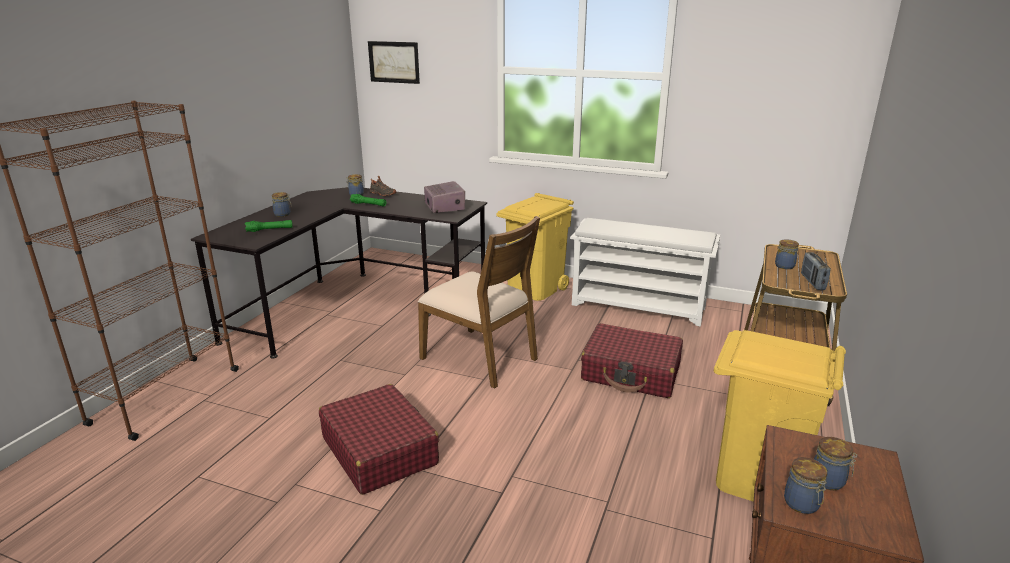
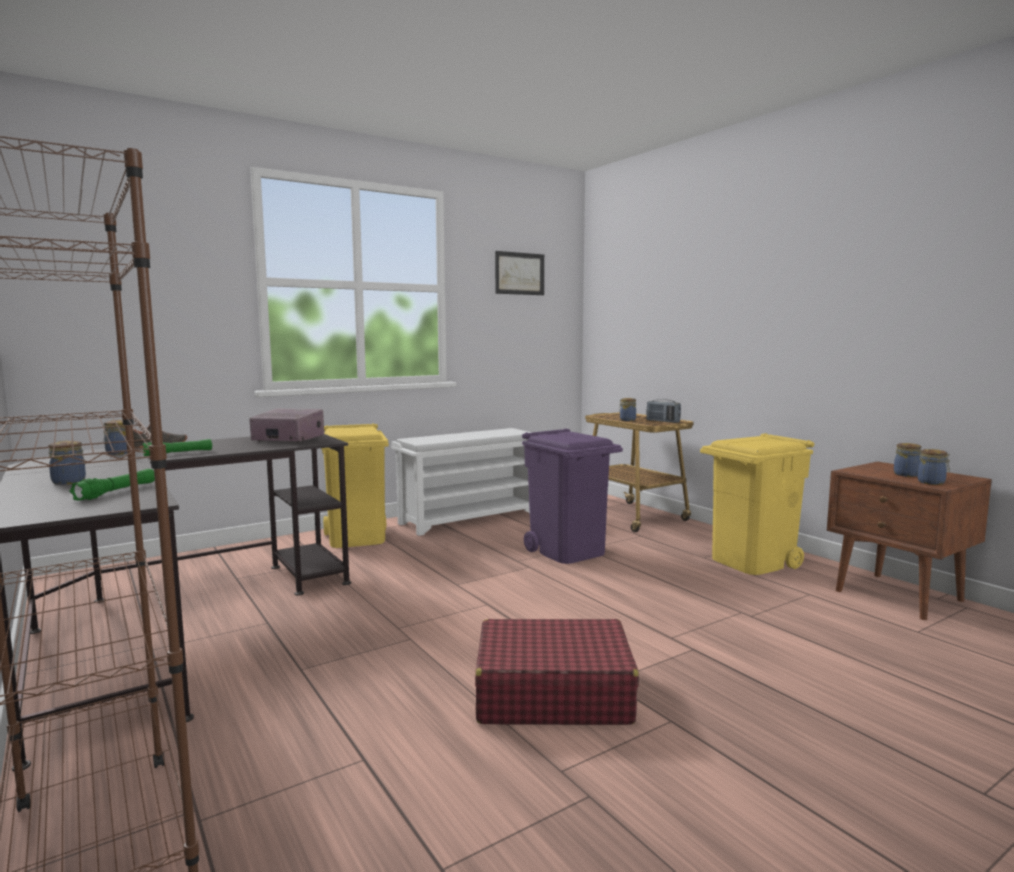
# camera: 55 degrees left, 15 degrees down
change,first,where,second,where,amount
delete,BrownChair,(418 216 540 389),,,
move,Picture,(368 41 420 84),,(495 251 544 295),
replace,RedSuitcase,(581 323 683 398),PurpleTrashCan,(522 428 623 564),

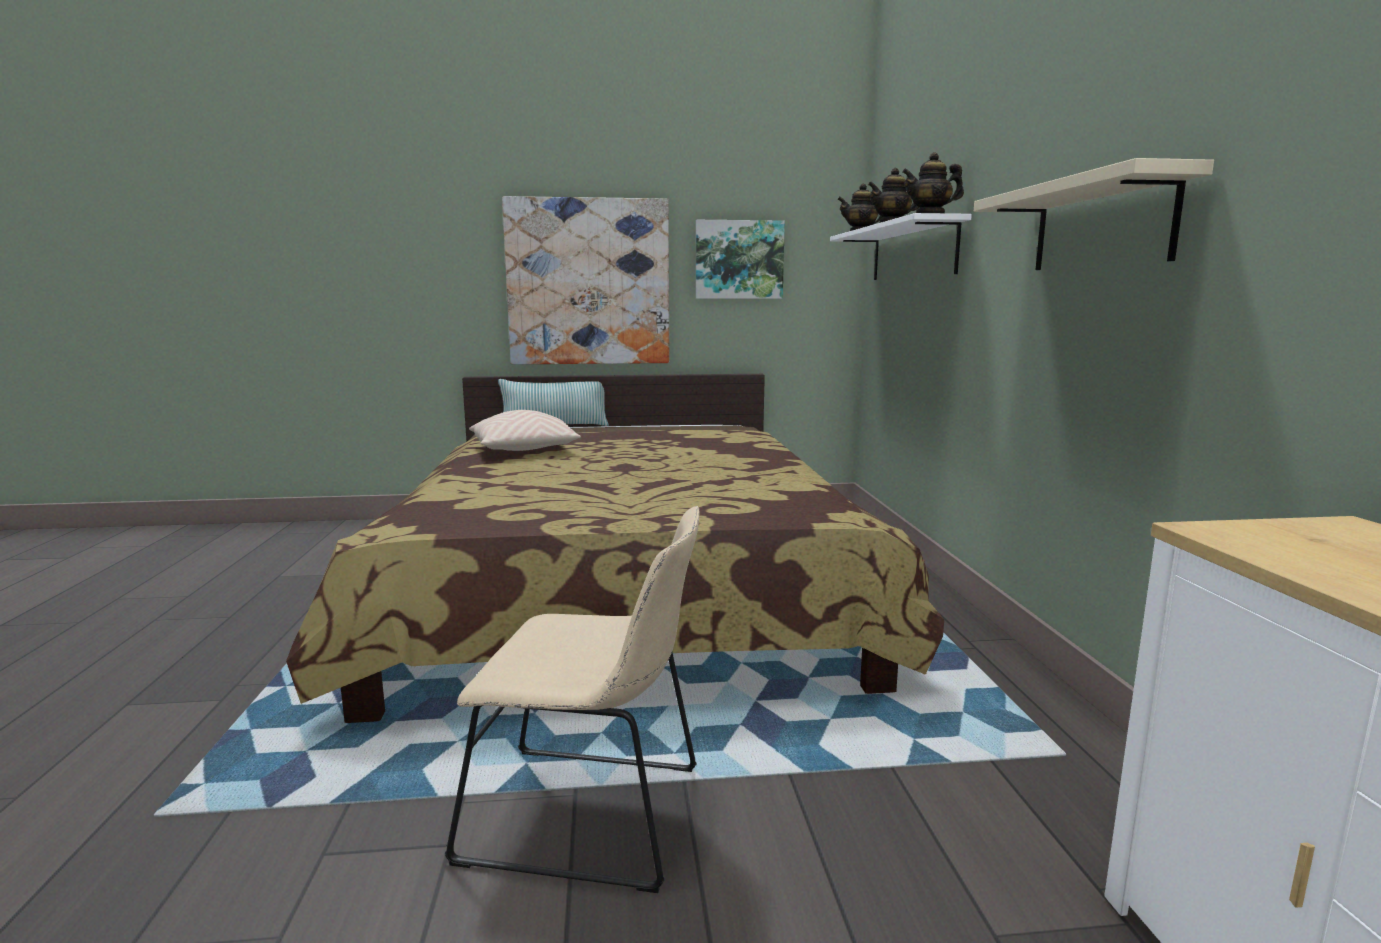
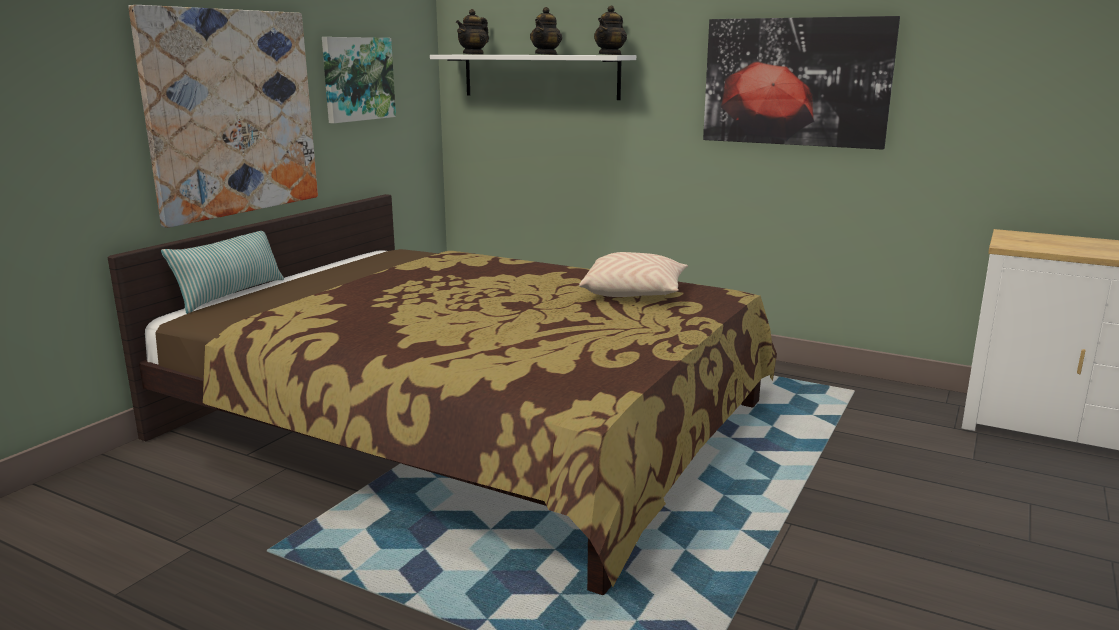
# camera: 55 degrees left, 5 degrees up
change,first,where,second,where,amount
delete,BeigeChair,(445 506 699 893),,,
move,BeigePillow,(469 410 581 451),,(579 252 688 297),
replace,BeigeShelf,(974 158 1214 270),Picture,(703 16 900 150),

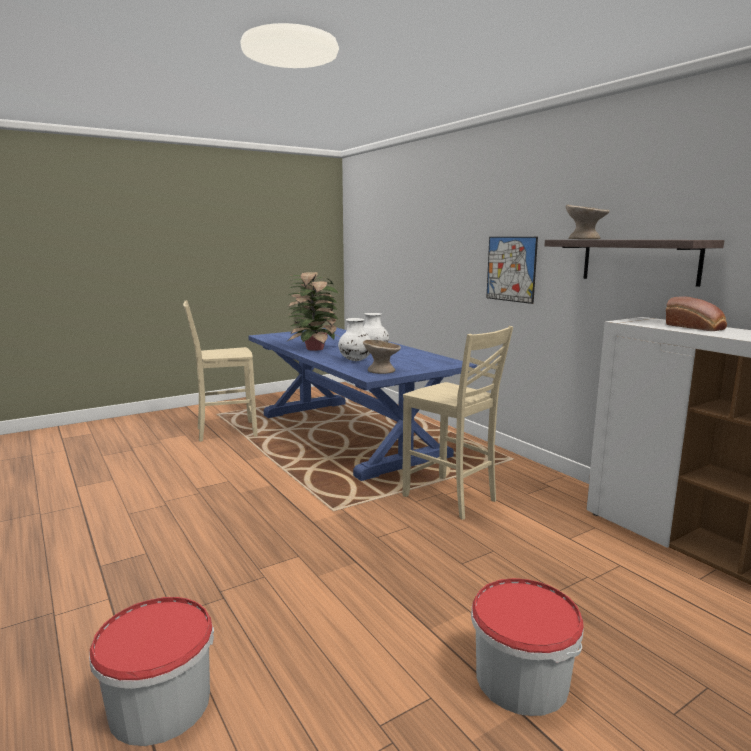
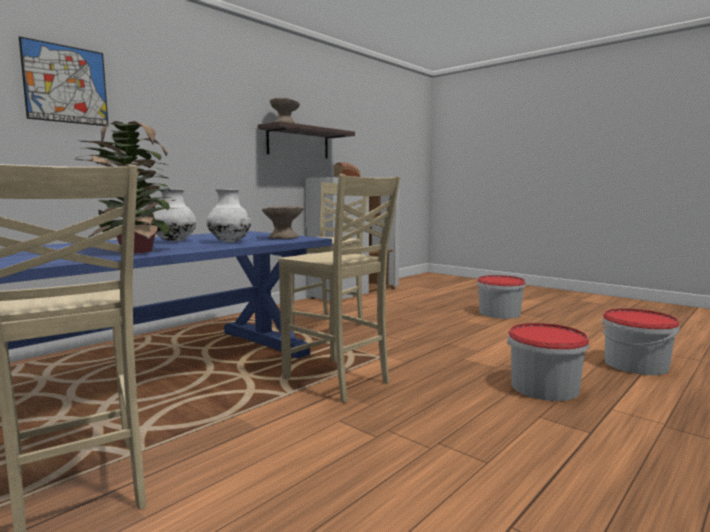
# camera: 105 degrees left, 5 degrees down
change,first,where,second,where,amount
insert,,,BeigeChair,(278 174 400 403),
insert,,,Bucket,(507 323 589 401),
move,Picture,(486 237 538 304),,(19 36 109 126),

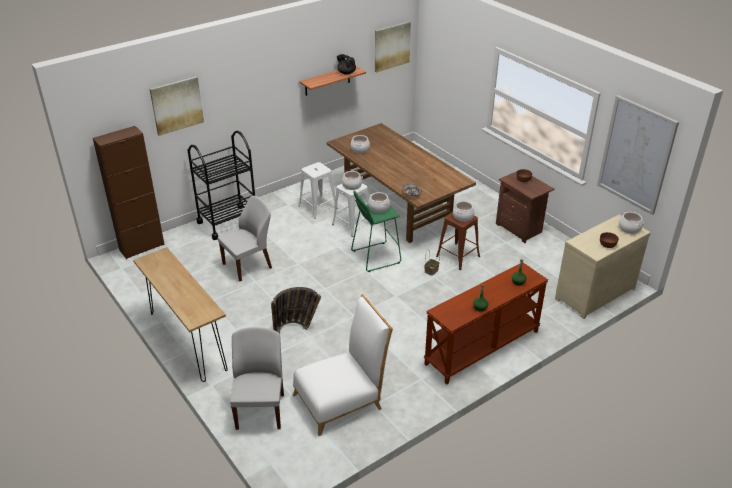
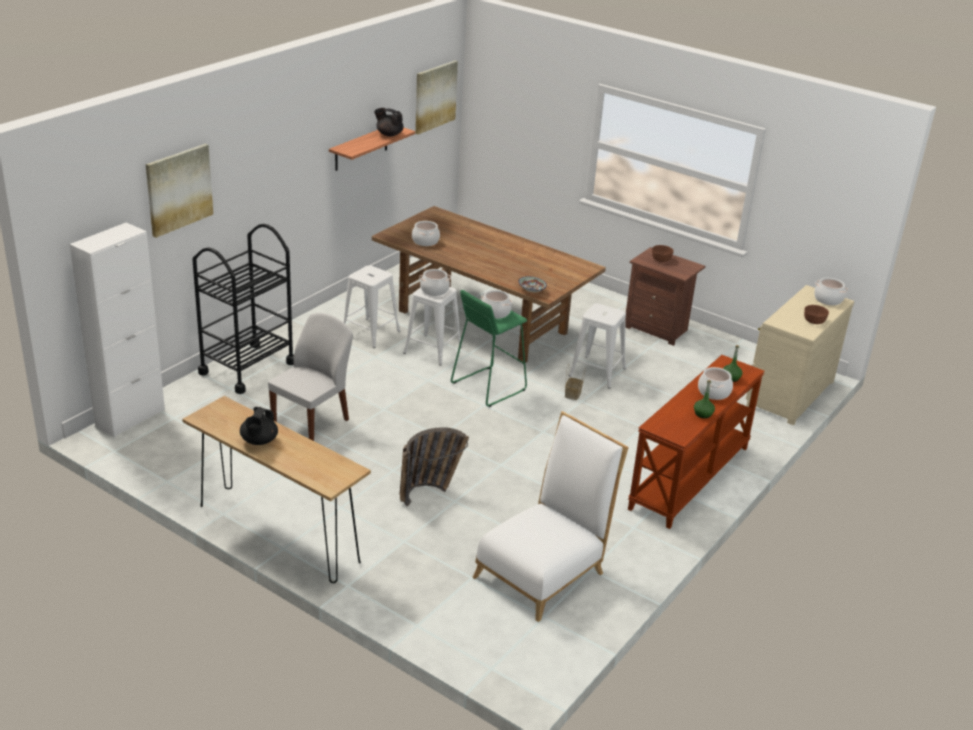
# camera: 20 degrees left, 5 degrees down
change,first,where,second,where,amount
delete,WhiteChair,(230 327 284 430),,,
delete,Picture,(597 95 679 215),,,
insert,,,BlackTeapot,(240 407 278 445),
move,CookingPot,(453 201 475 222),,(698 367 733 400),
recolor,BrownCabinet,(93 126 165 259),WhiteCabinet,(70 223 165 437),
recolor,BrownStool,(436 212 480 270),WhiteStool,(569 303 626 389),

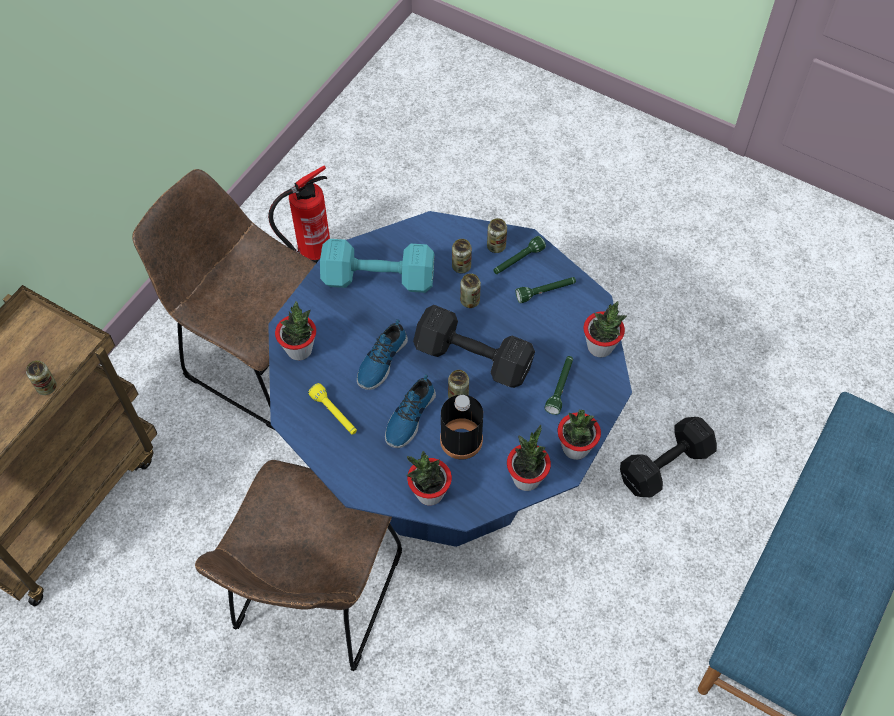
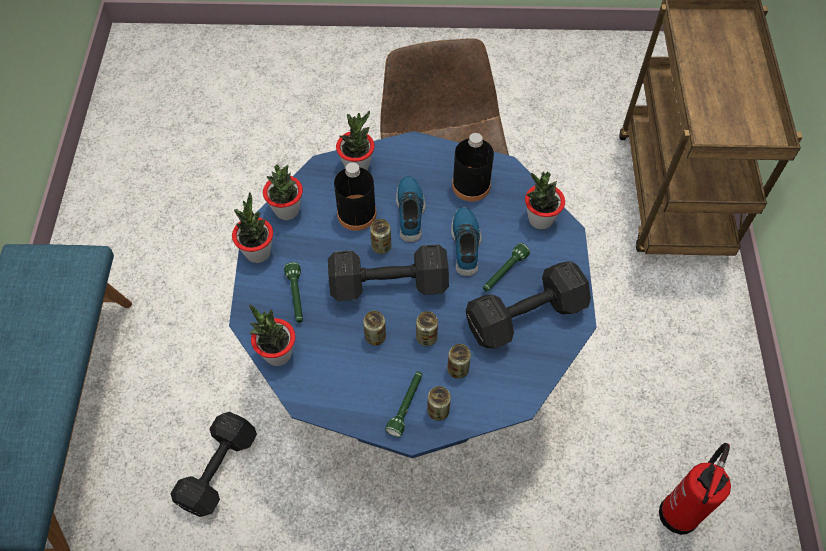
# camera: 150 degrees right, 0 degrees up
change,first,where,second,where,amount
delete,BrownChair,(132 169 316 431),,,
move,Can,(26 360 57 395),,(363 311 386 346),
move,GreenFlashlight,(515 277 576 303),,(483 243 530 292),
replace,YellowFlashlight,(308 383 357 435),BlackBottle,(452 133 494 201),
recolor,TurquoiseDumbbell,(320 239 434 293),BlackDumbbell,(465 261 591 349),

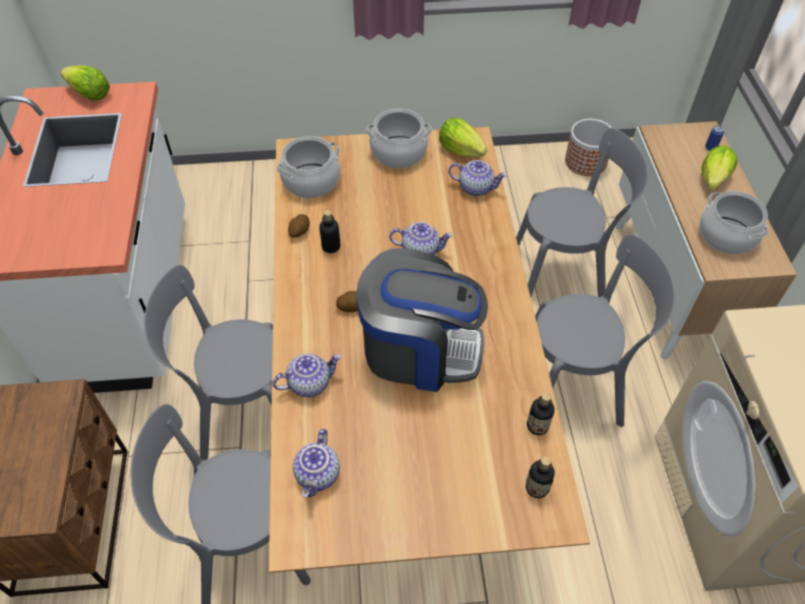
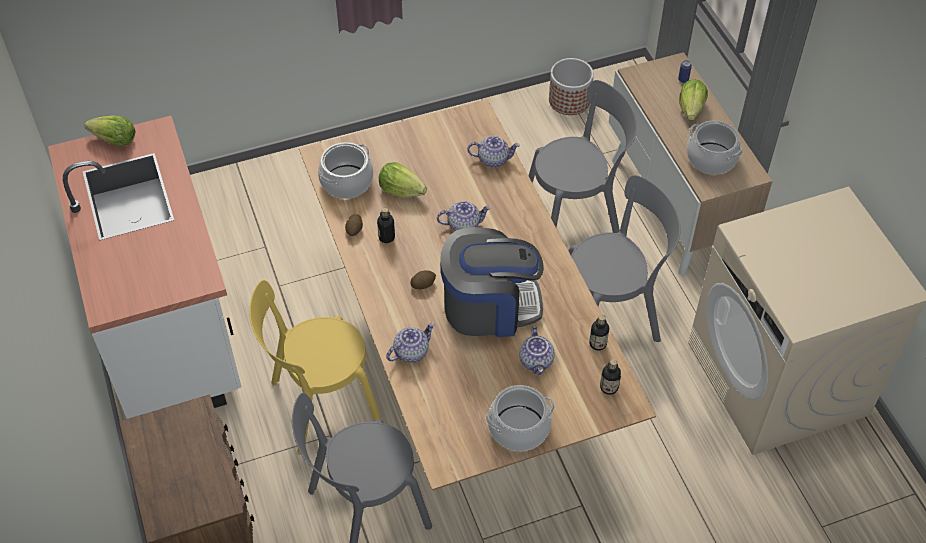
# camera: 15 degrees left, 0 degrees up
change,first,where,second,where,amount
move,Teapot,(293 429 340 497),,(519 326 554 375),
move,CookingPot,(366 108 432 168),,(485 385 555 451),
move,Lettuce,(439 118 487 157),,(379 162 427 197),
recolor,GreyChair,(144 265 273 460),YellowChair,(249 280 381 455),

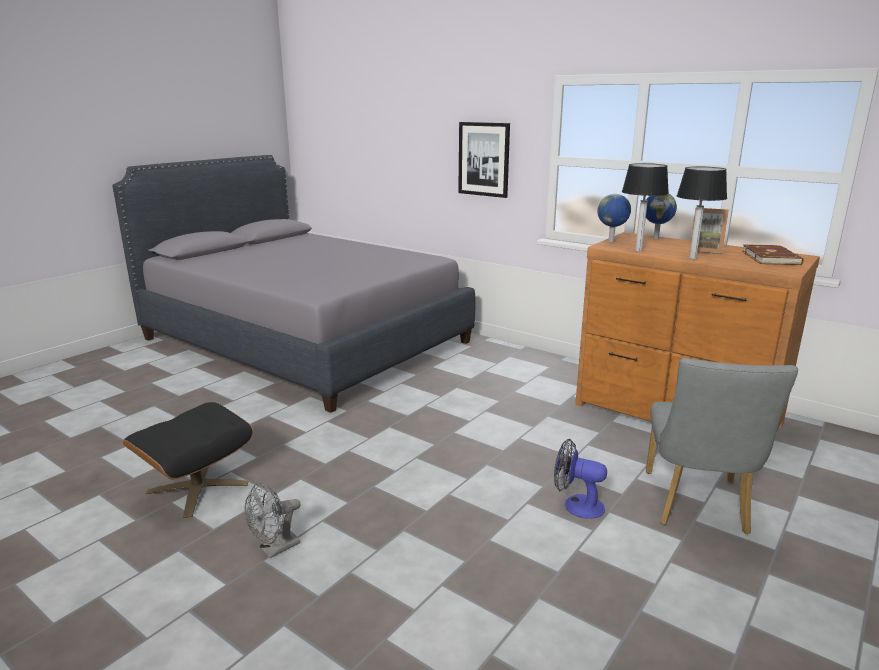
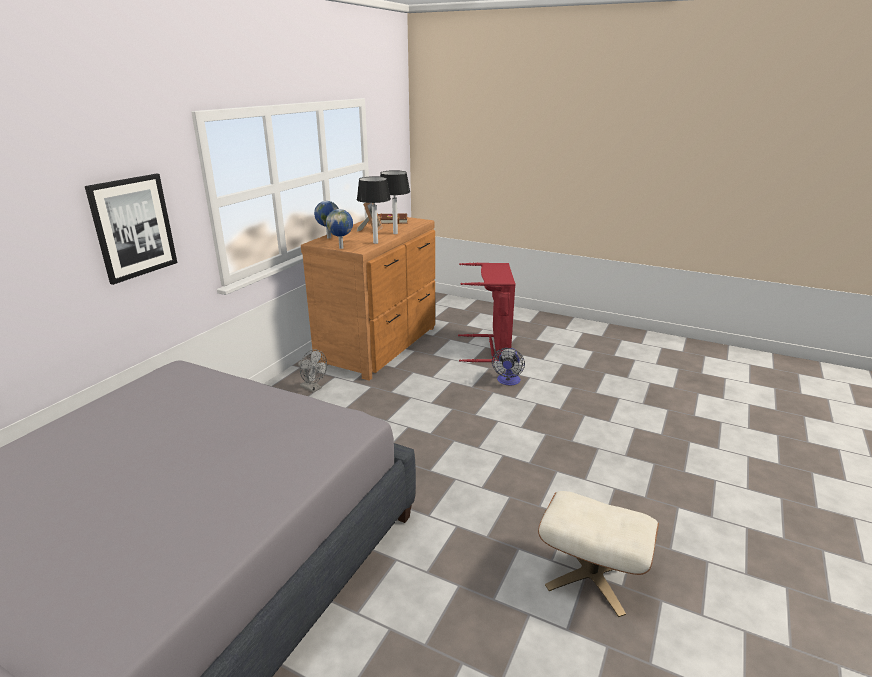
# camera: 100 degrees left, 5 degrees up
change,first,where,second,where,amount
move,GreyFan,(245 483 300 558),,(298 349 327 392),
replace,GreyChair,(646 358 798 534),RedLaundryBasket,(458 263 515 362),
recolor,BlackOttoman,(123 402 253 518),BeigeOttoman,(538 491 659 617),

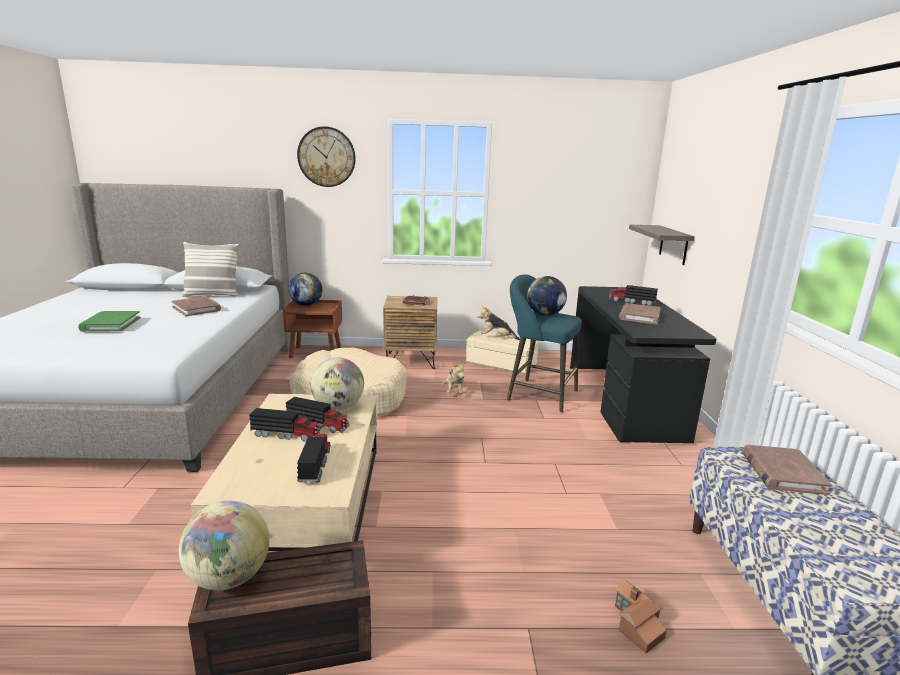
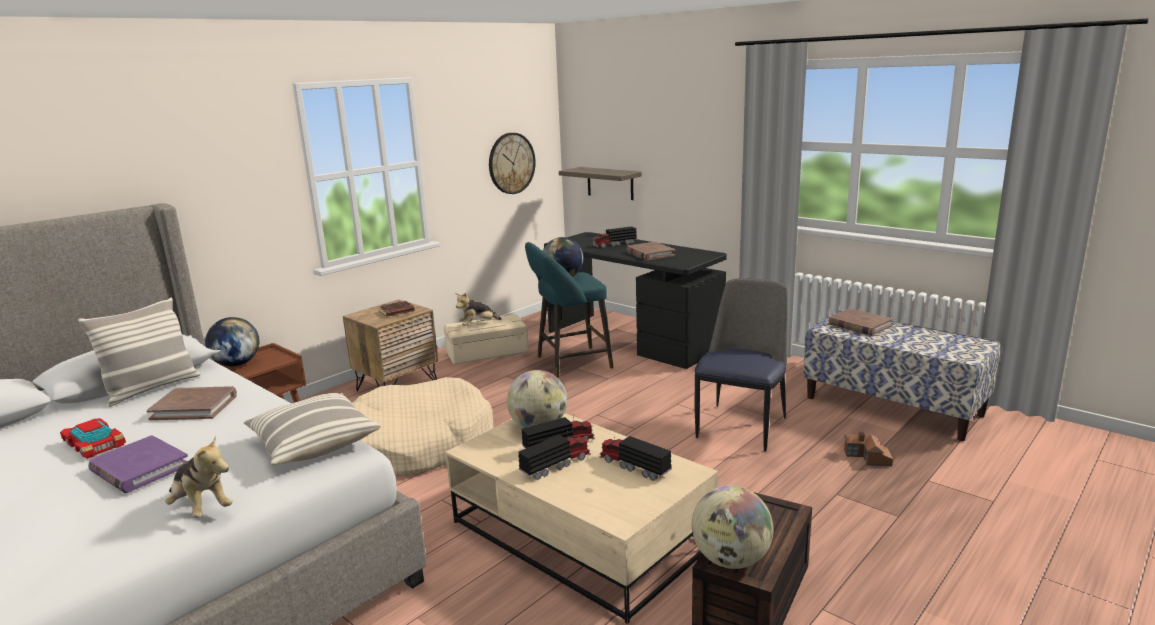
# camera: 45 degrees left, 0 degrees up
change,first,where,second,where,amount
insert,,,ToyCar,(60 418 126 459),
insert,,,Pillow,(244 393 381 465),
insert,,,Chair,(694 278 788 452),
move,WallClock,(297 126 356 187),,(489 133 536 194),
move,PlushToy,(442 362 465 394),,(165 435 232 518),
recolor,GreenBook,(78 311 141 332),PurpleBook,(88 435 188 493),

